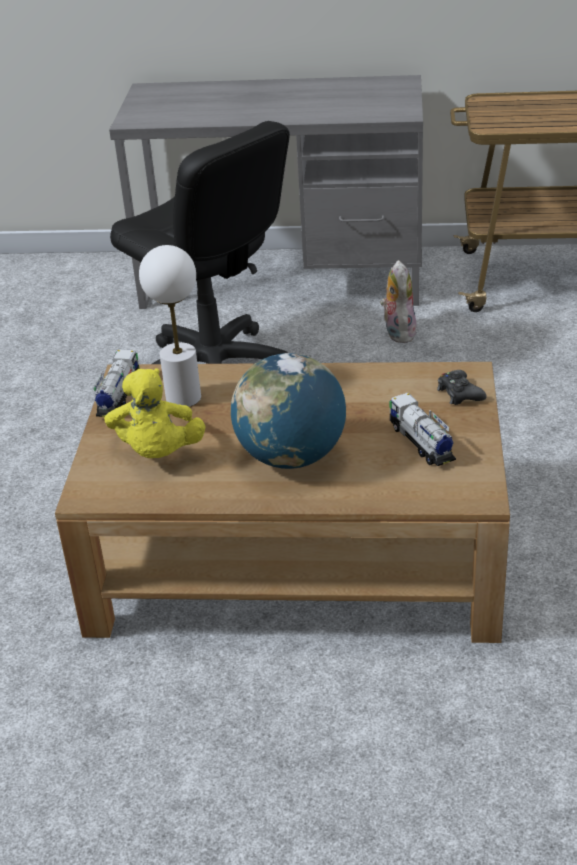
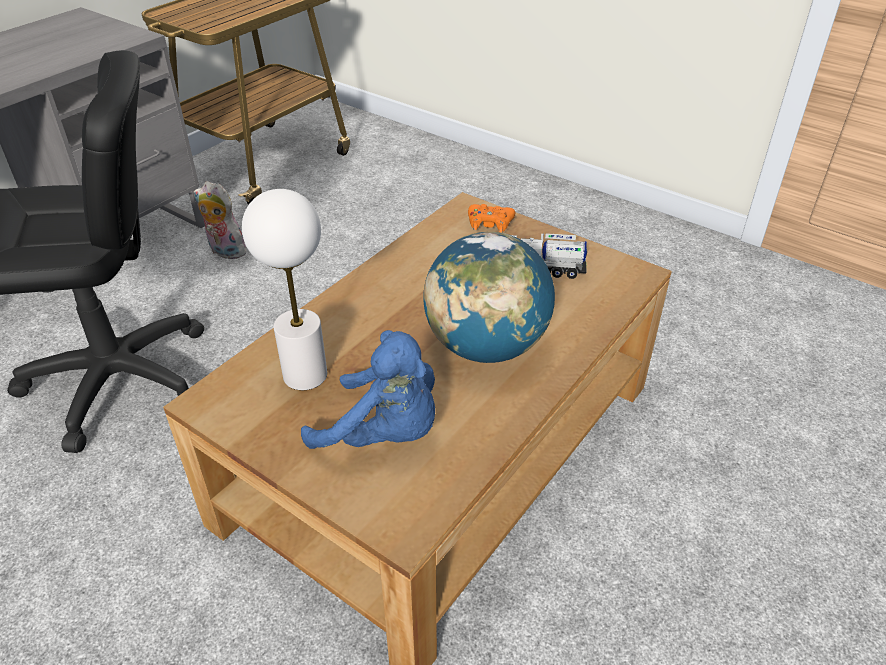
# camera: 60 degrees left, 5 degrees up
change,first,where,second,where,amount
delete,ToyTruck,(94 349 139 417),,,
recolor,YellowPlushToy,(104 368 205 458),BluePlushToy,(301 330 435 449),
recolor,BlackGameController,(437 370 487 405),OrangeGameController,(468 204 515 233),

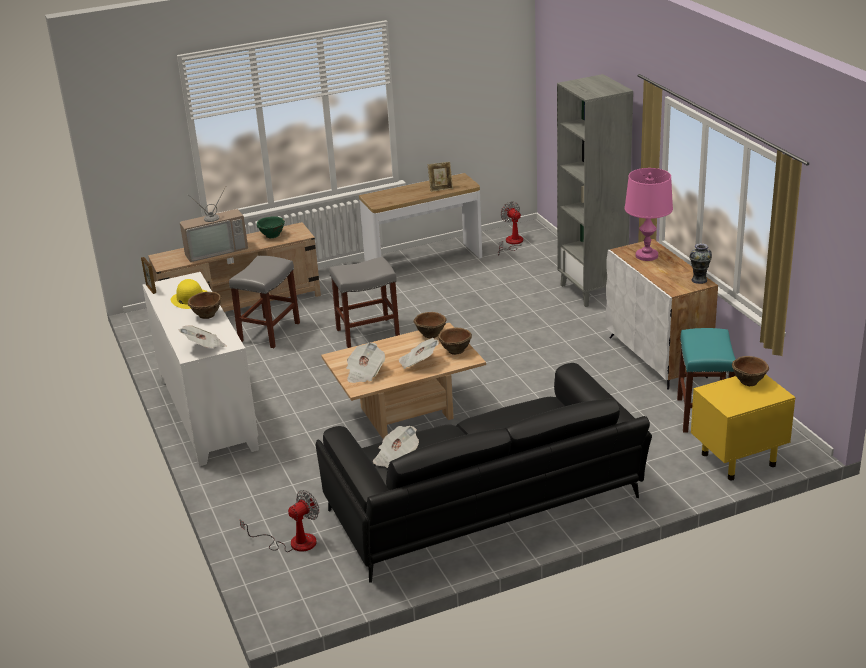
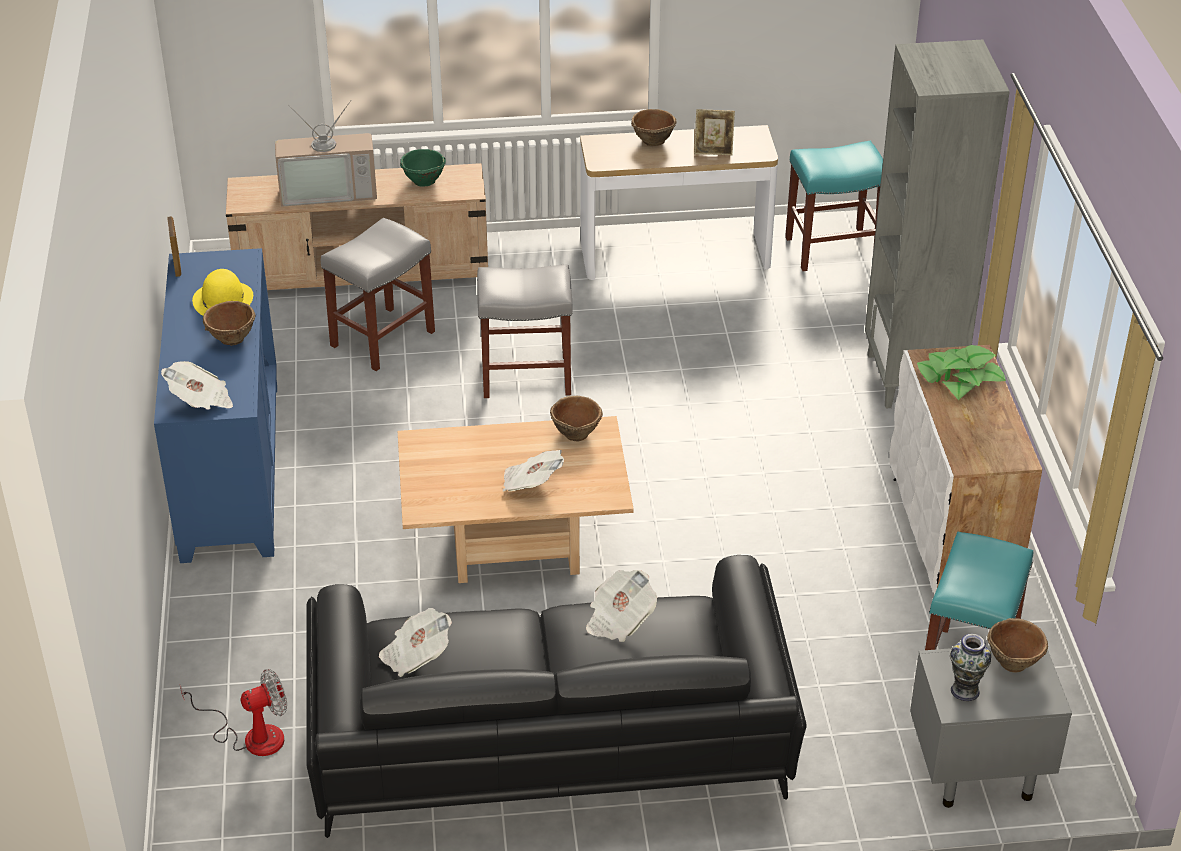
# camera: 15 degrees right, 10 degrees up
change,first,where,second,where,amount
move,Newspaper,(346 342 385 383),,(586 570 657 642),
move,BrownBowl,(439 328 472 355),,(631 109 677 146),
move,Vase,(689 243 712 284),,(950 634 991 701),
replace,Fan,(498 201 523 255),TurquoiseStool,(785 141 883 271),
replace,PinkTableLamp,(625 168 673 261),PottedPlant,(917 345 1006 400),
recolor,WhiteCabinet,(142 272 259 466),BlueCabinet,(154 248 277 563),
recolor,YellowNightstand,(691 374 796 481),GreyNightstand,(910 645 1072 808),

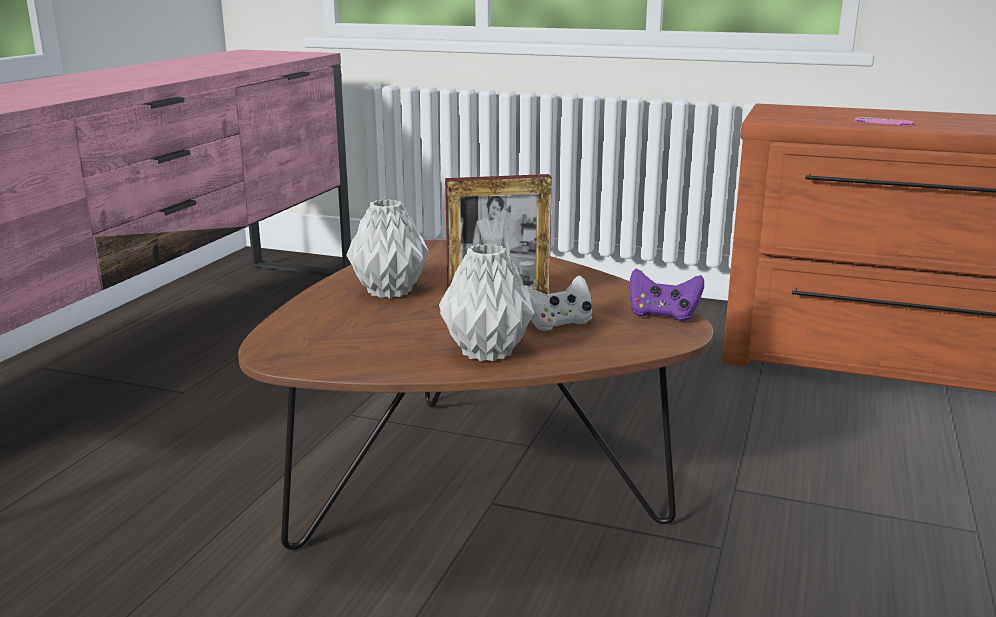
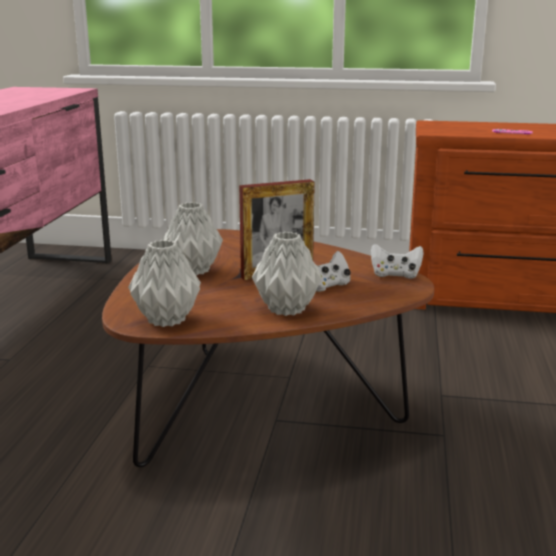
# camera: 10 degrees left, 0 degrees up
change,first,where,second,where,amount
insert,,,GreyVase,(128 240 201 327),
recolor,PurpleGameController,(629 268 704 321),WhiteGameController,(371 244 424 279),

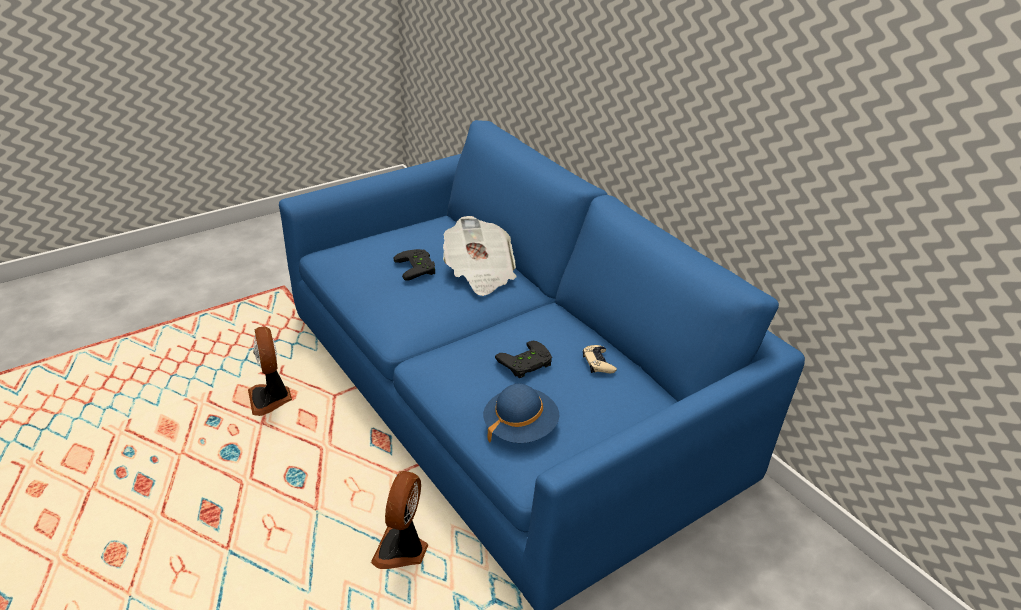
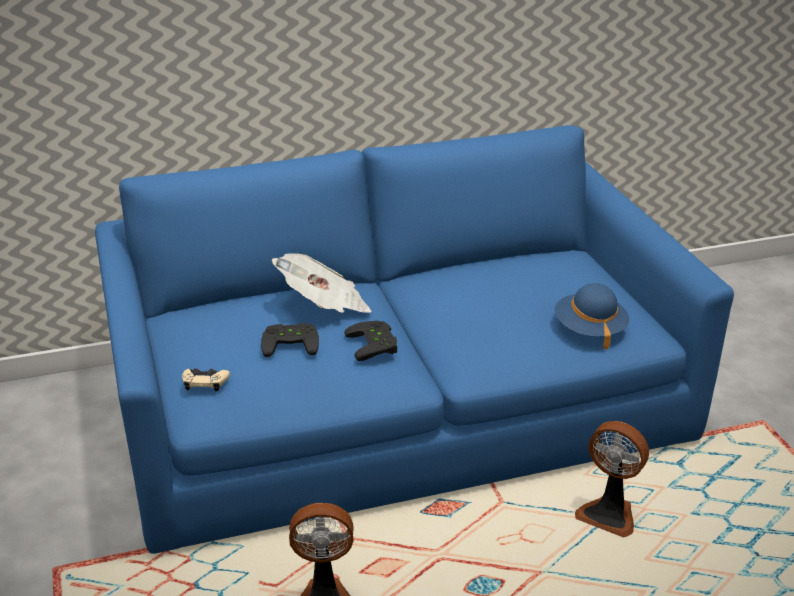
# camera: 70 degrees left, 5 degrees down
change,first,where,second,where,amount
move,BlackGameController,(495 341 552 378),,(344 321 397 361),
move,BeigeGameController,(583 345 617 373),,(182 368 230 392),

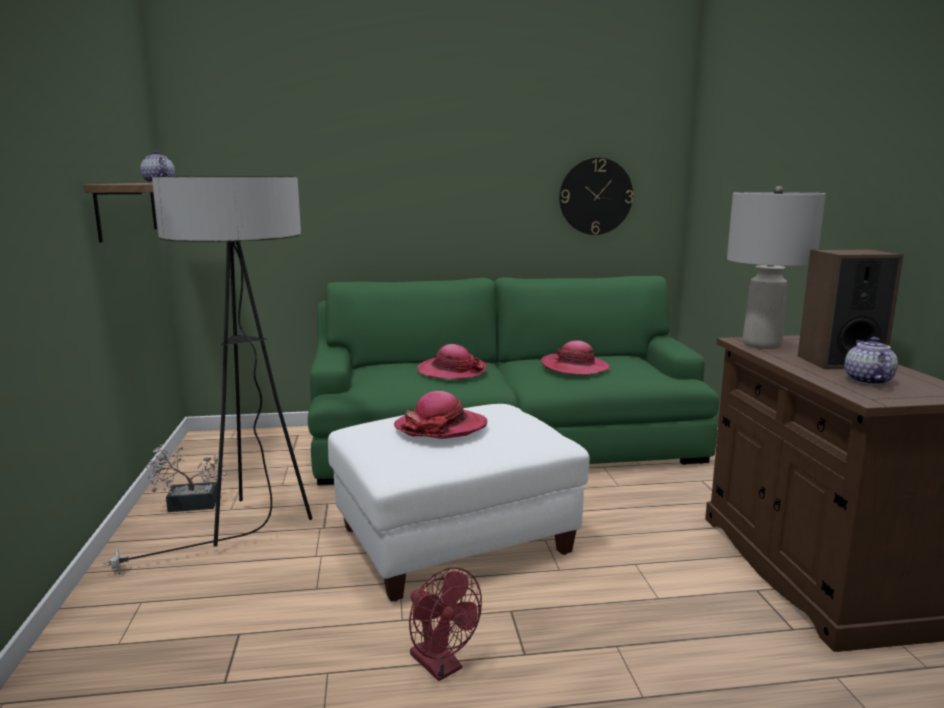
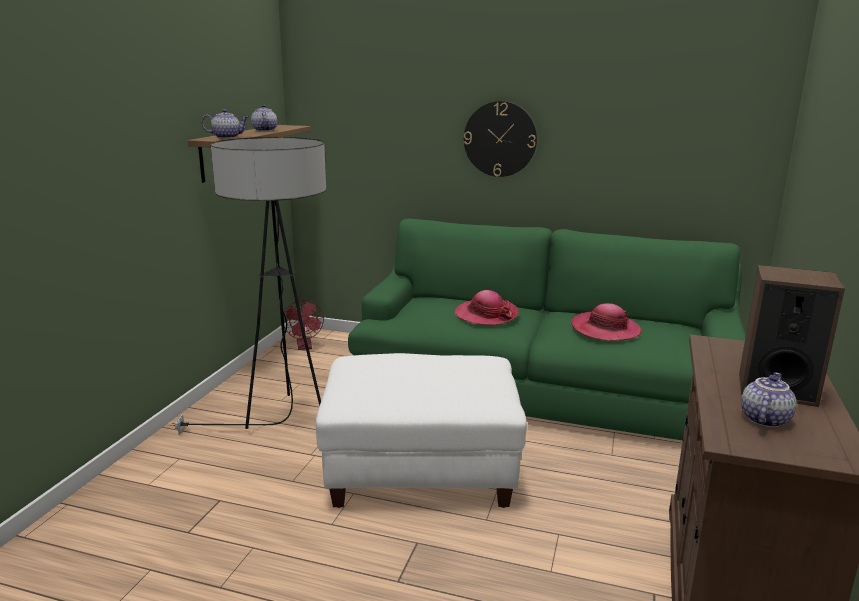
# camera: 25 degrees right, 5 degrees up
change,first,where,second,where,amount
delete,PottedPlant,(145 444 227 512),,,
delete,Hat,(394 391 487 439),,,
delete,GreyTableLamp,(727 186 826 349),,,
insert,,,Teapot,(201 109 249 139),
move,RedFan,(409 567 482 681),,(284 300 324 350),
move,WallClock,(559 158 633 235),,(464 101 537 177),

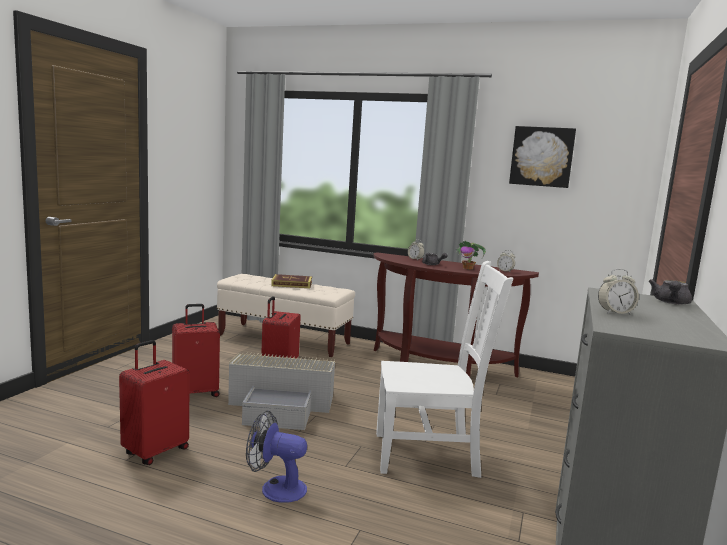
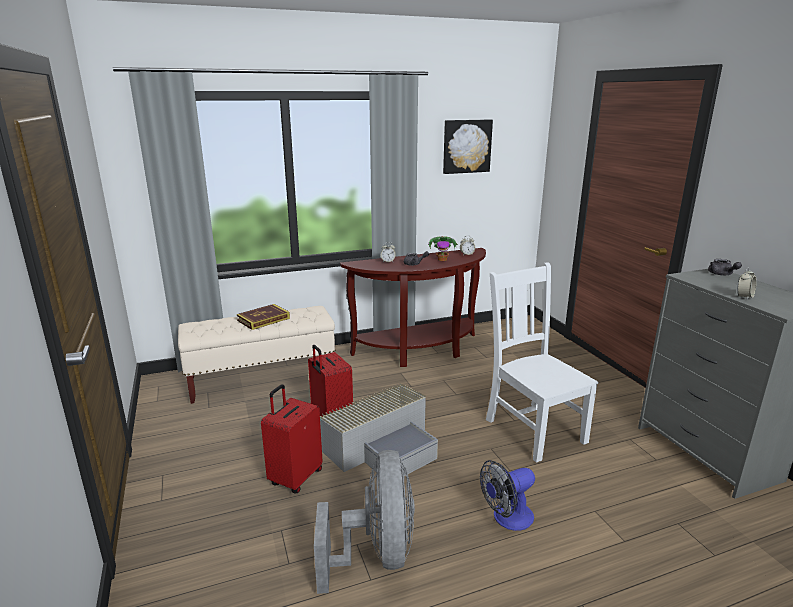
# camera: 40 degrees left, 10 degrees up
change,first,where,second,where,amount
replace,RedSuitcase,(119 340 190 465),GreyFan,(314 450 415 594),
rotate,WhiteChair,(376 261 513 478),,(486 262 598 463),75 degrees counterclockwise

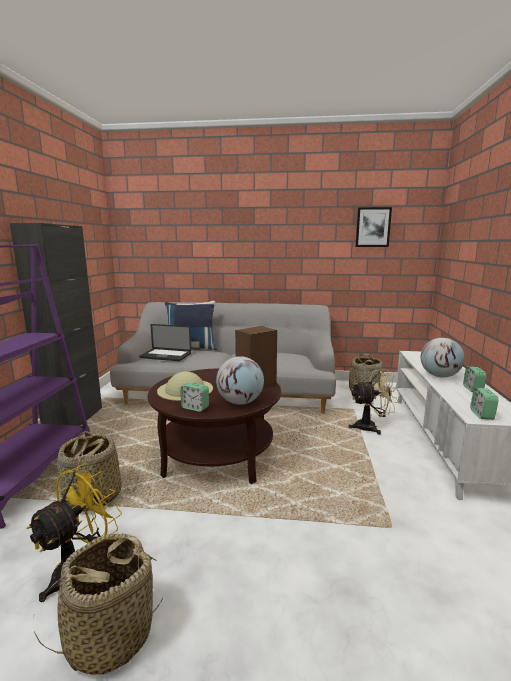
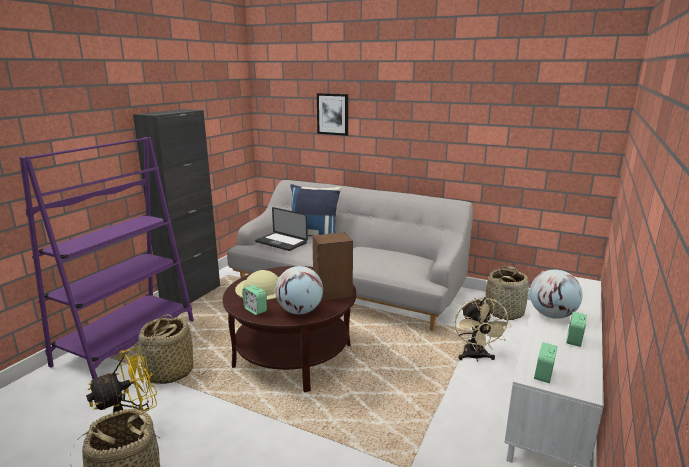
# camera: 20 degrees right, 5 degrees up
change,first,where,second,where,amount
move,Picture,(355 207 392 247),,(317 93 348 136),
rotate,BeigeFan,(348 370 398 435),,(455 297 512 361),75 degrees clockwise

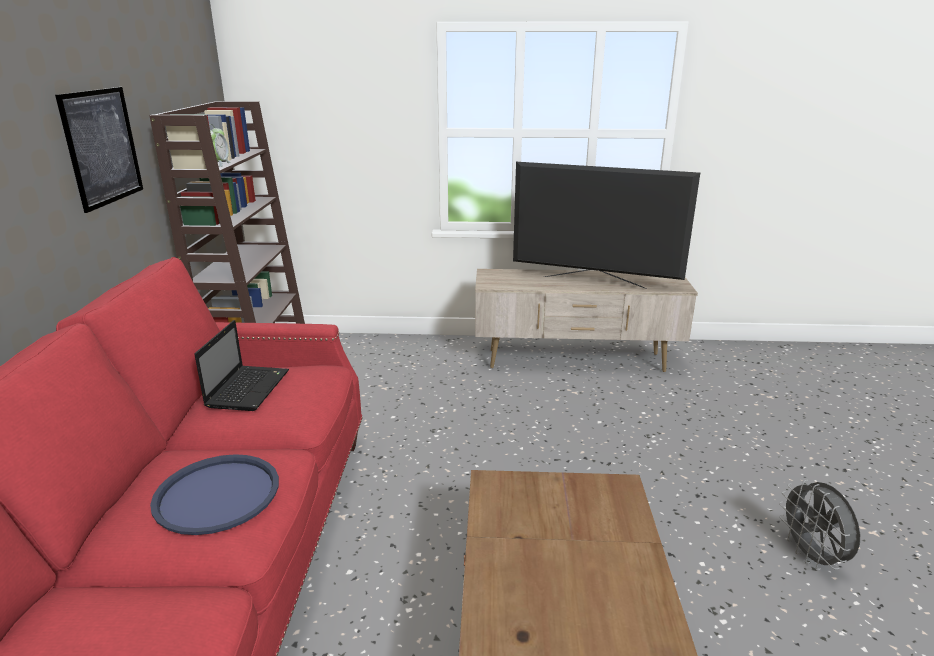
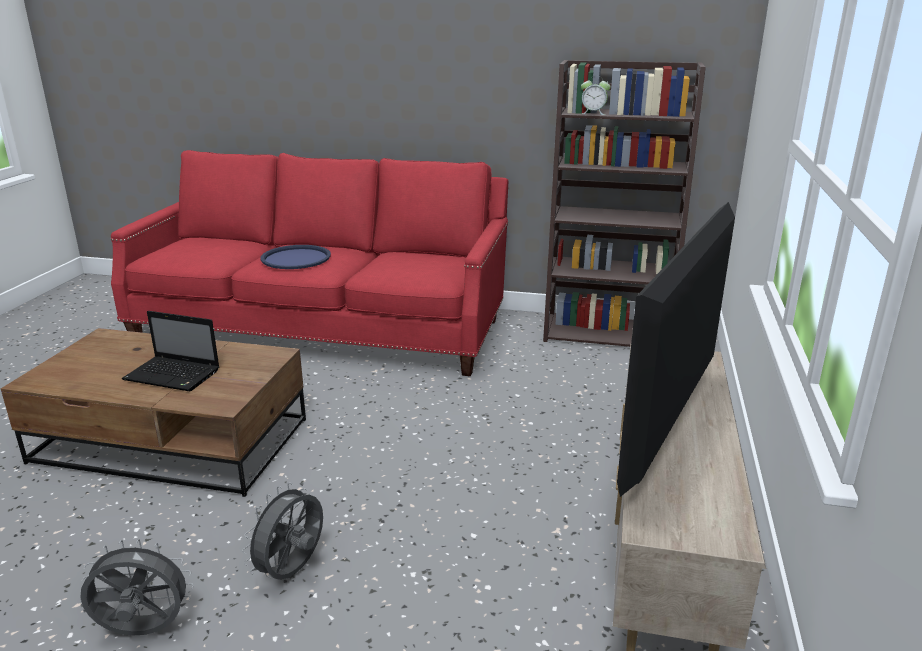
# camera: 100 degrees right, 0 degrees up
change,first,where,second,where,amount
delete,Picture,(55 87 143 213),,,
insert,,,GreyFan,(242 482 323 580),
move,Laptop,(194 320 289 411),,(122 311 219 391),

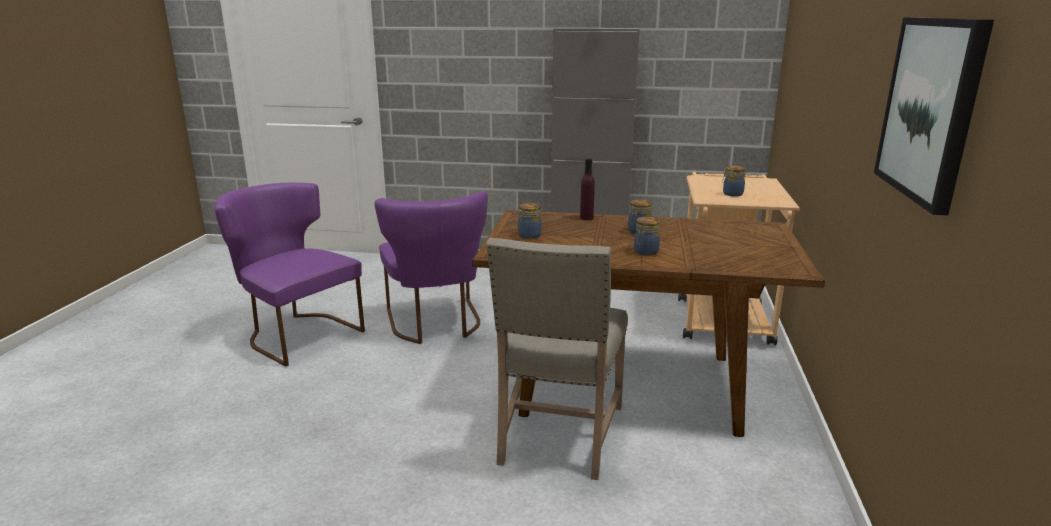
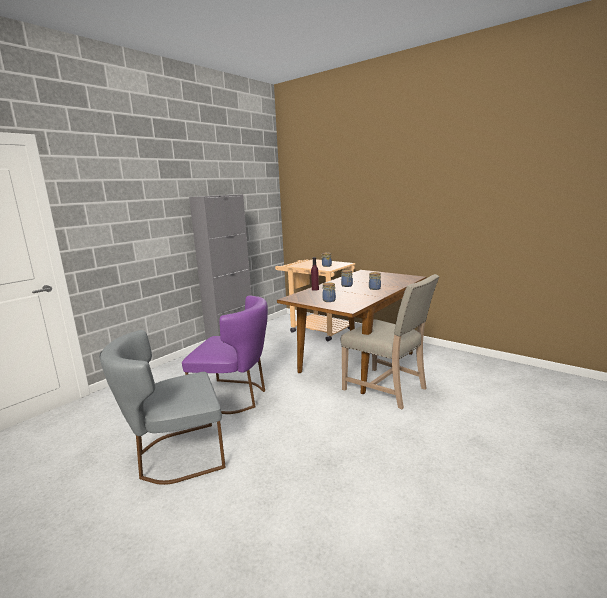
# camera: 60 degrees left, 5 degrees down
change,first,where,second,where,amount
delete,Picture,(874 17 994 215),,,
recolor,PurpleChair,(214 183 365 366),GreyChair,(99 330 226 485),

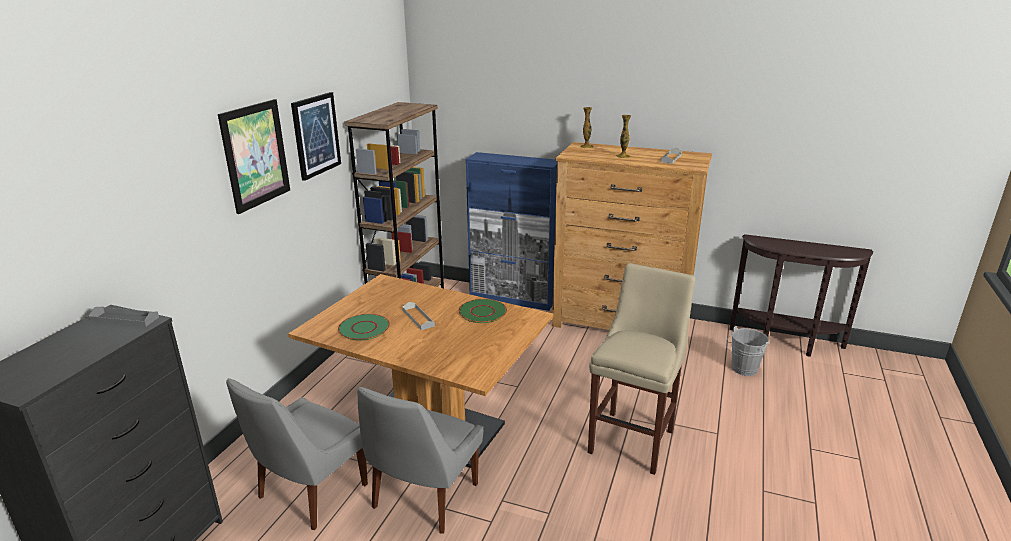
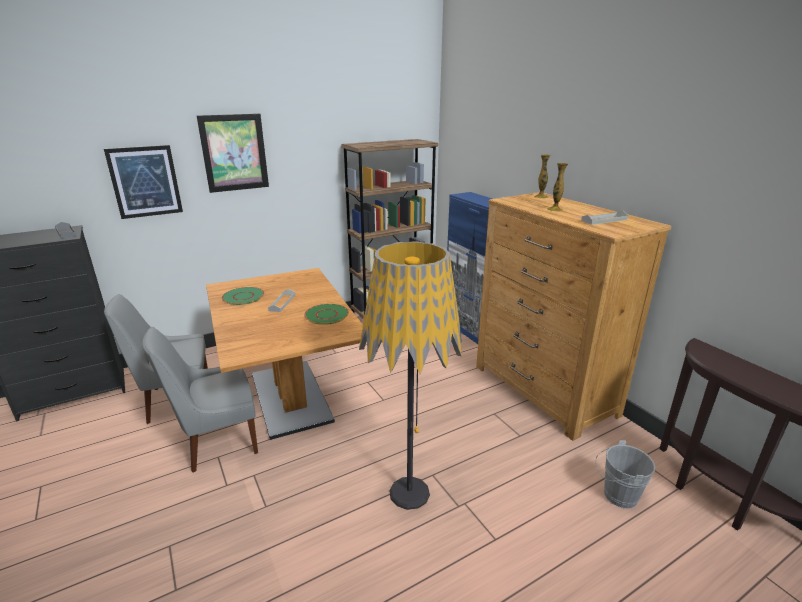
# camera: 40 degrees right, 0 degrees up
change,first,where,second,where,amount
move,Picture,(291 92 341 181),,(104 145 183 219),
replace,BeigeStool,(588 263 695 475),FloorLamp,(359 241 462 510),

